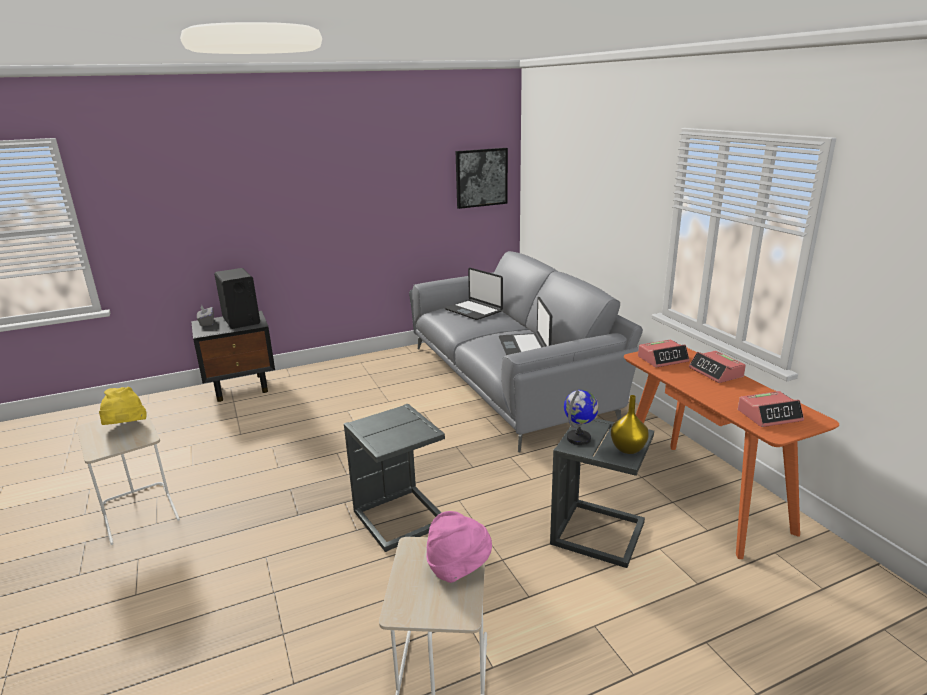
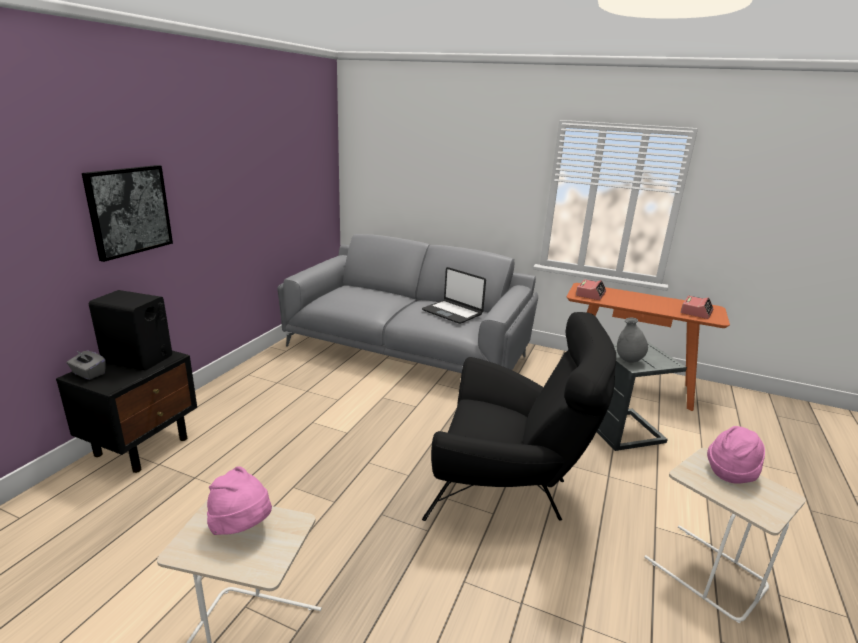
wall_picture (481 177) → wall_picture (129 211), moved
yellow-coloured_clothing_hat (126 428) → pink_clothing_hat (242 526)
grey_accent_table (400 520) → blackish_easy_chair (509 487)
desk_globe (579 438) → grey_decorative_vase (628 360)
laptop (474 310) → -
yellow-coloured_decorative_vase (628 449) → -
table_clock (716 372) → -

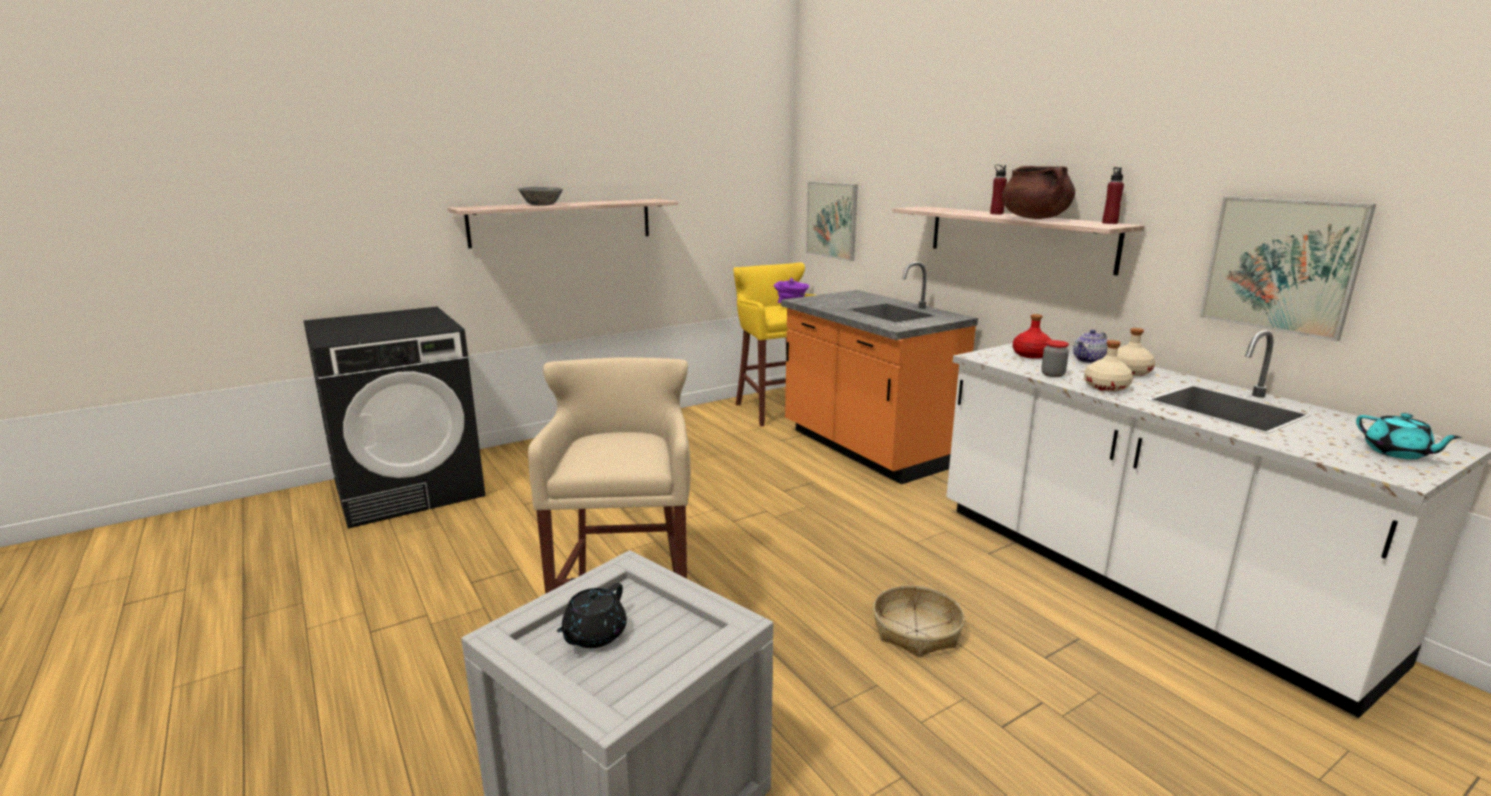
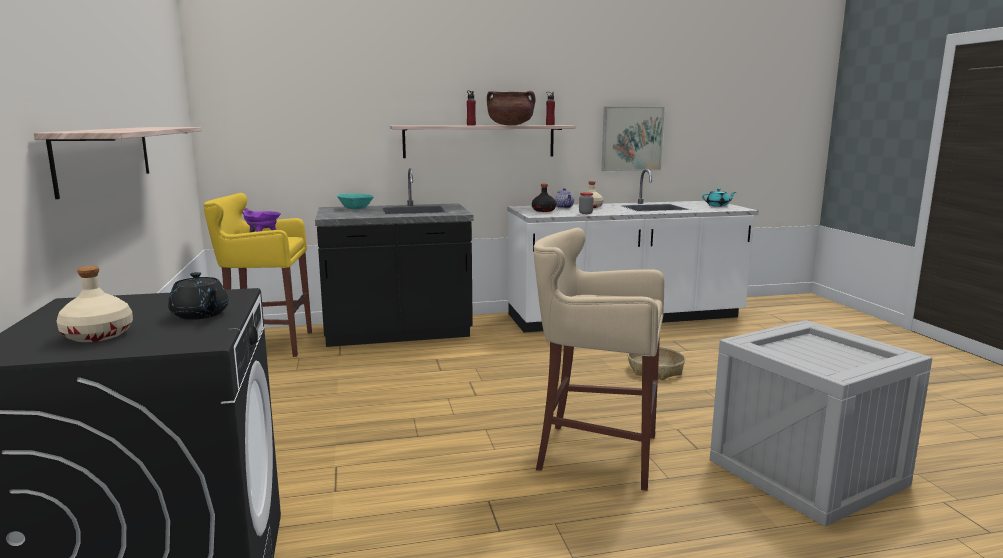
beige_beverage_bottle (1106 387) → beige_beverage_bottle (98 335), moved
blackish_pot_for_tea (593 635) → blackish_pot_for_tea (200 315), moved
orangey_kitchen_counter (866 448) → blackish_kitchen_counter (397 333)
- → blue-green_serving_bowl (355 208)
red_beverage_bottle (1031 355) → blackish_beverage_bottle (544 210)
grey_serving_bowl (541 205) → -
wall_picture (832 220) → -

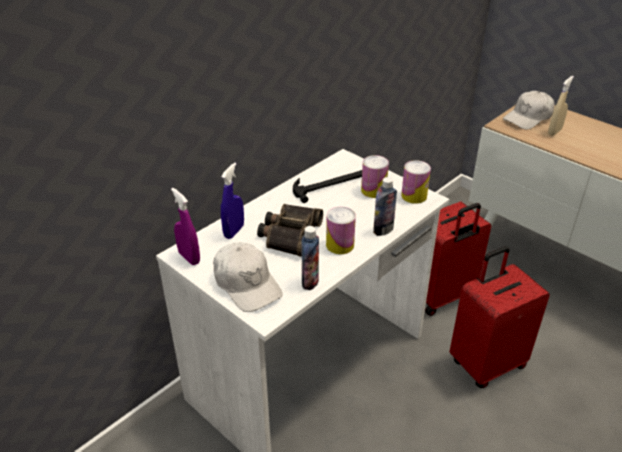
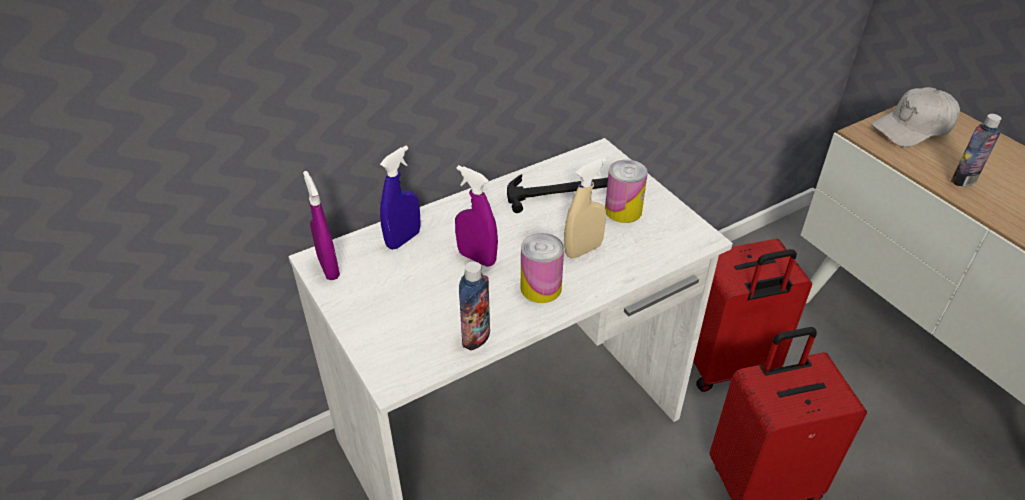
field_glasses (289 234) → purple-coloured_sprayer (477 258)
beige_sprayer (554 131) → beige_sprayer (583 250), moved
beverage_bottle (383 230) → beverage_bottle (963 180), moved
whitish_cap (247 284) → -
can (414 196) → -

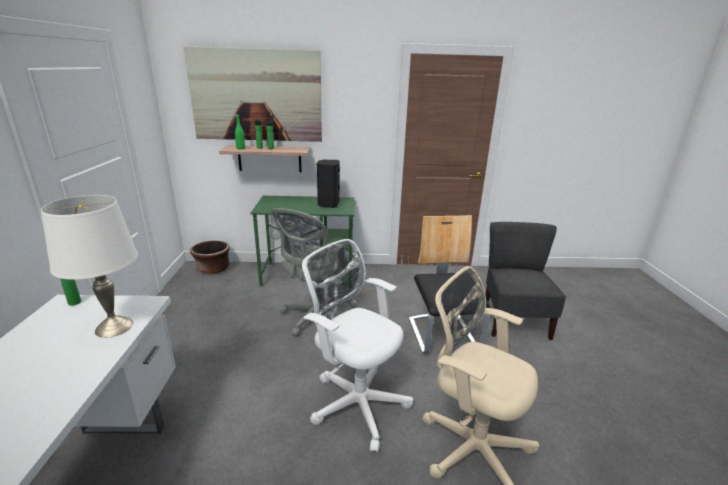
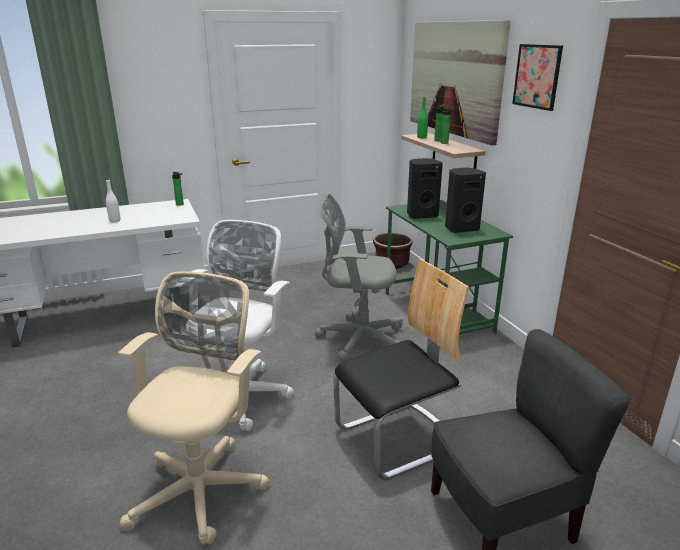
- → whitish_beverage_bottle (115 220)
- → blackish_audio_speaker (421 215)
- → wall_picture (537 76)
whitish_table_lamp (115 327) → -

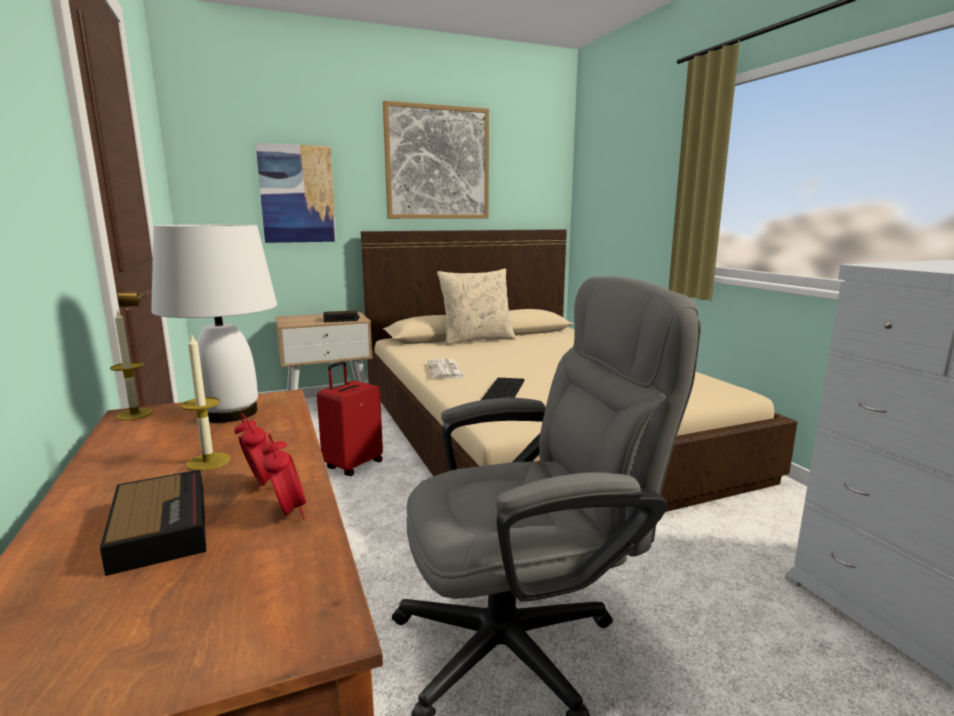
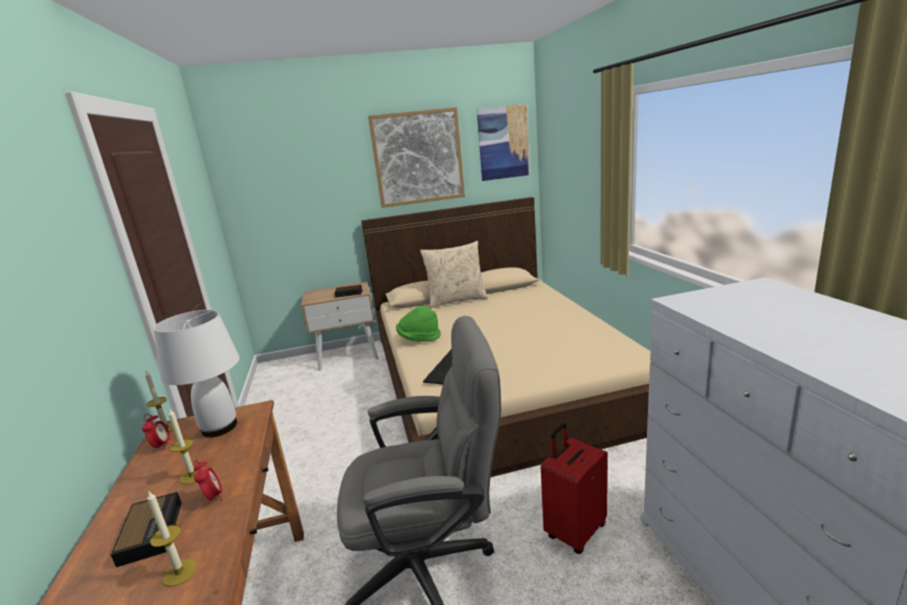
table_clock (288 513) → table_clock (161 446), moved
- → wax_light (180 572)
printed_paper (446 370) → green_clothing_hat (419 338)
wall_picture (297 194) → wall_picture (503 143), moved
red_travel_case (353 465) → red_travel_case (574 531), moved

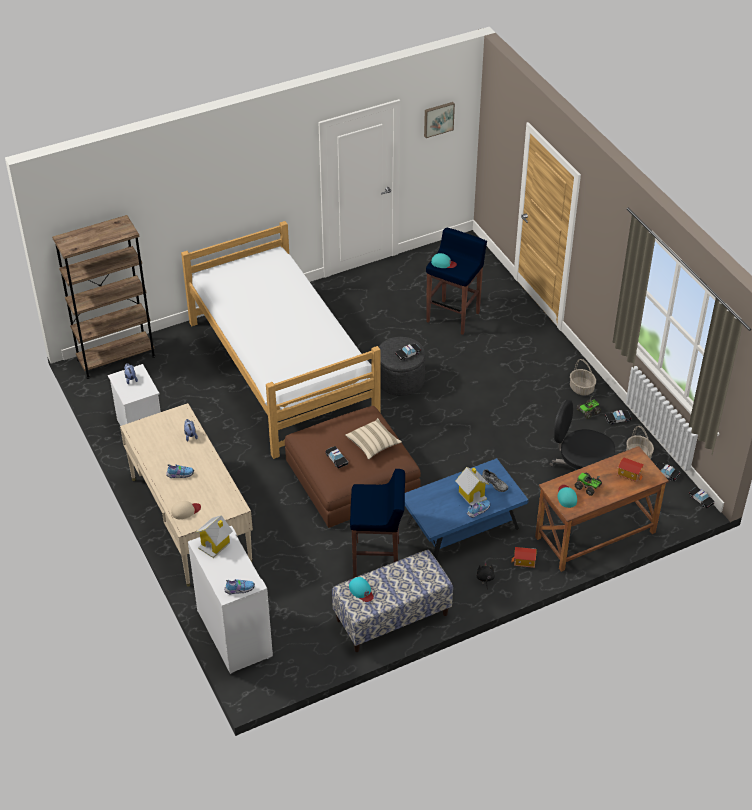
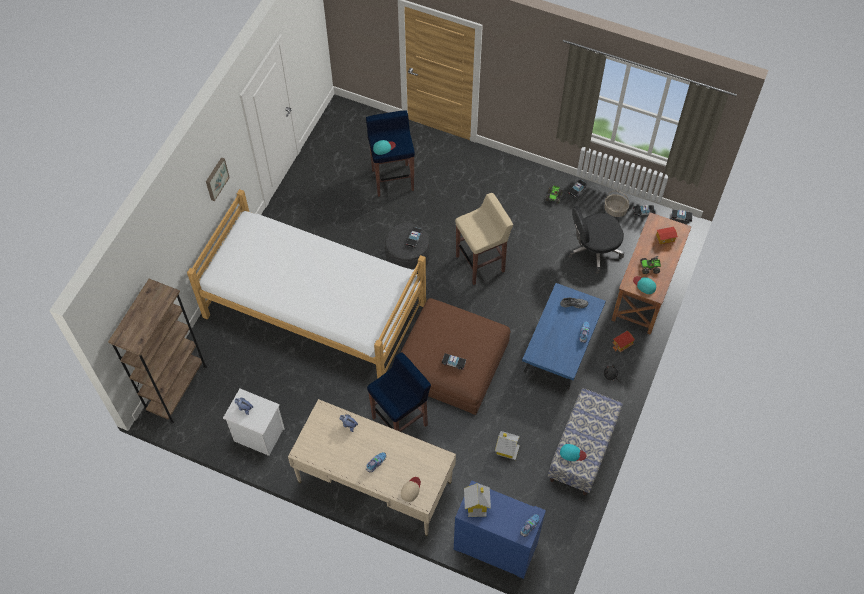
wall_picture (438 119) → wall_picture (216 178), moved
bluish_stool (377 560) → bluish_stool (400 421), moved
whitish_cabinet (233 634) → bluish_cabinet (495 547)
- → beige_stool (481 263)
miniature_house (472 495) → miniature_house (506 449), moved
beige_throw_pillow (373 444) → -
basket (582 388) → -

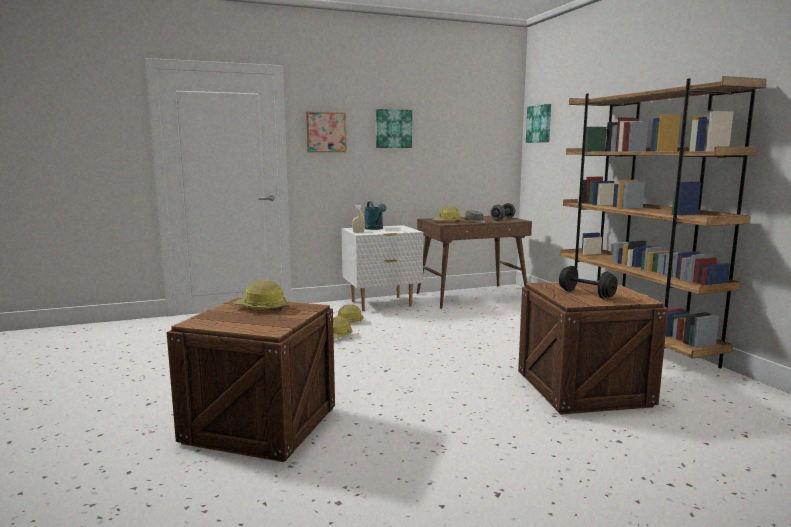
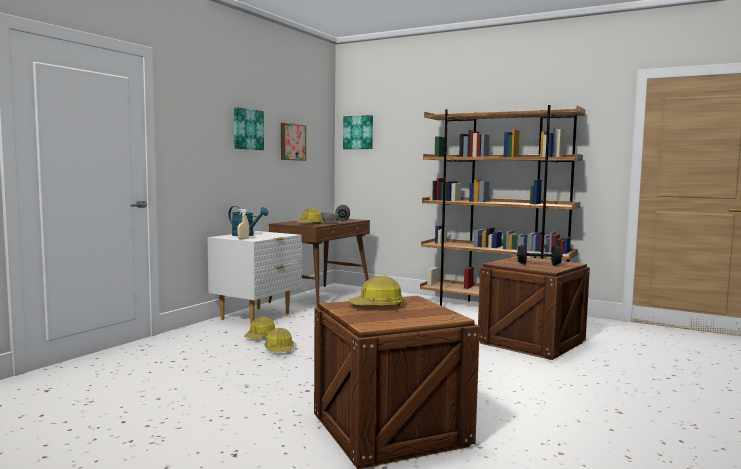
wall_picture (326 132) → wall_picture (292 142), moved

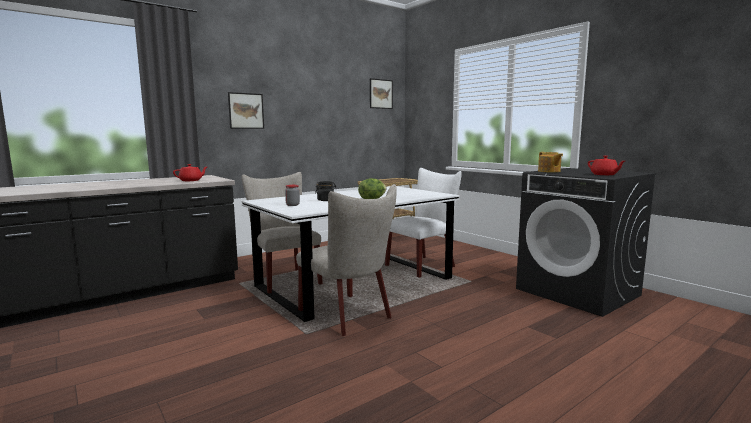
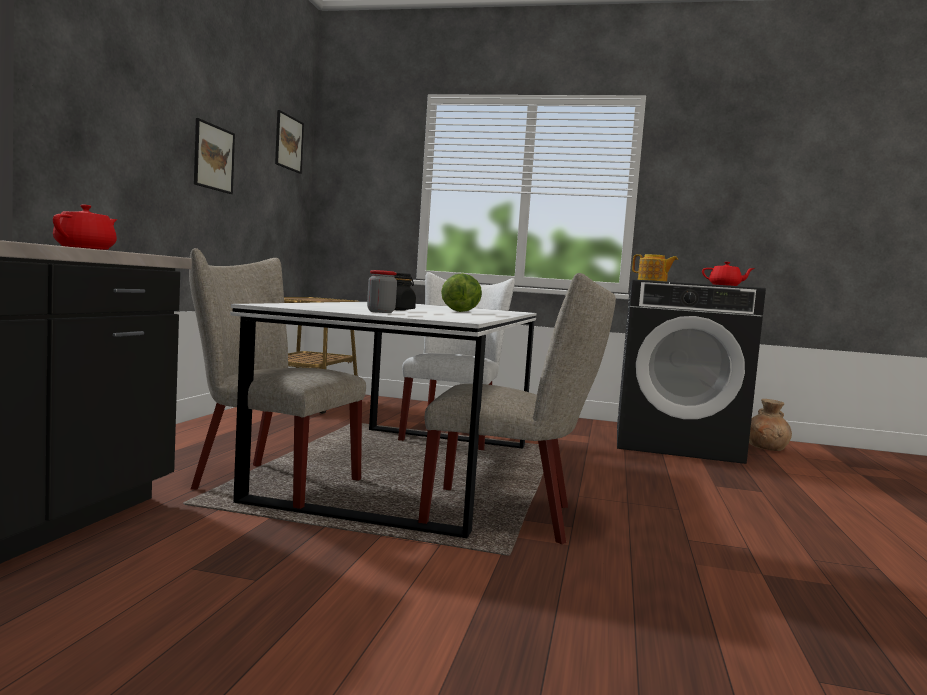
wall_picture (246 111) → wall_picture (213 157), moved
- → brownish_decorative_vase (766 448)

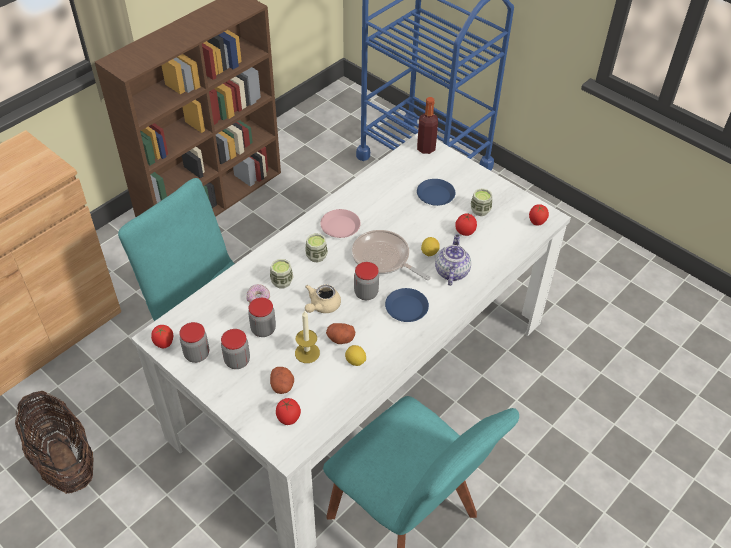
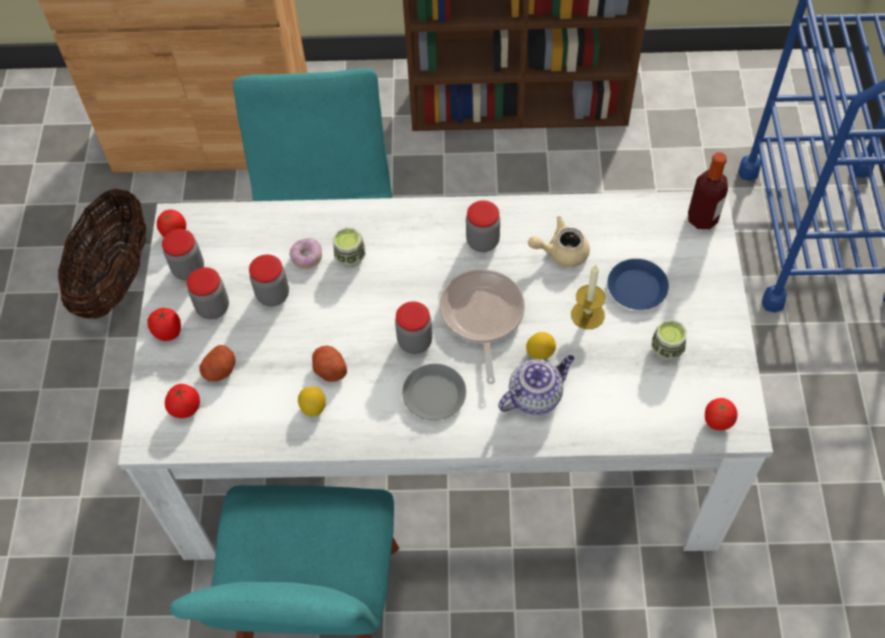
fresh_tomato (464 232) → fresh_tomato (168 332), moved
bluish_plate (407 308) → grey_plate (434 395)
pink_plate (340 226) → storage_jar (482 241)
beige_pot_for_tea (322 306) → beige_pot_for_tea (561 252), moved
wax_light (307 353) → wax_light (587 315), moved
drinking_cup (316 256) → -

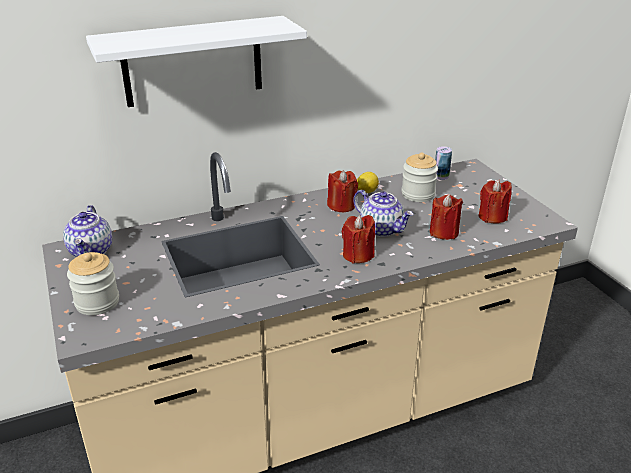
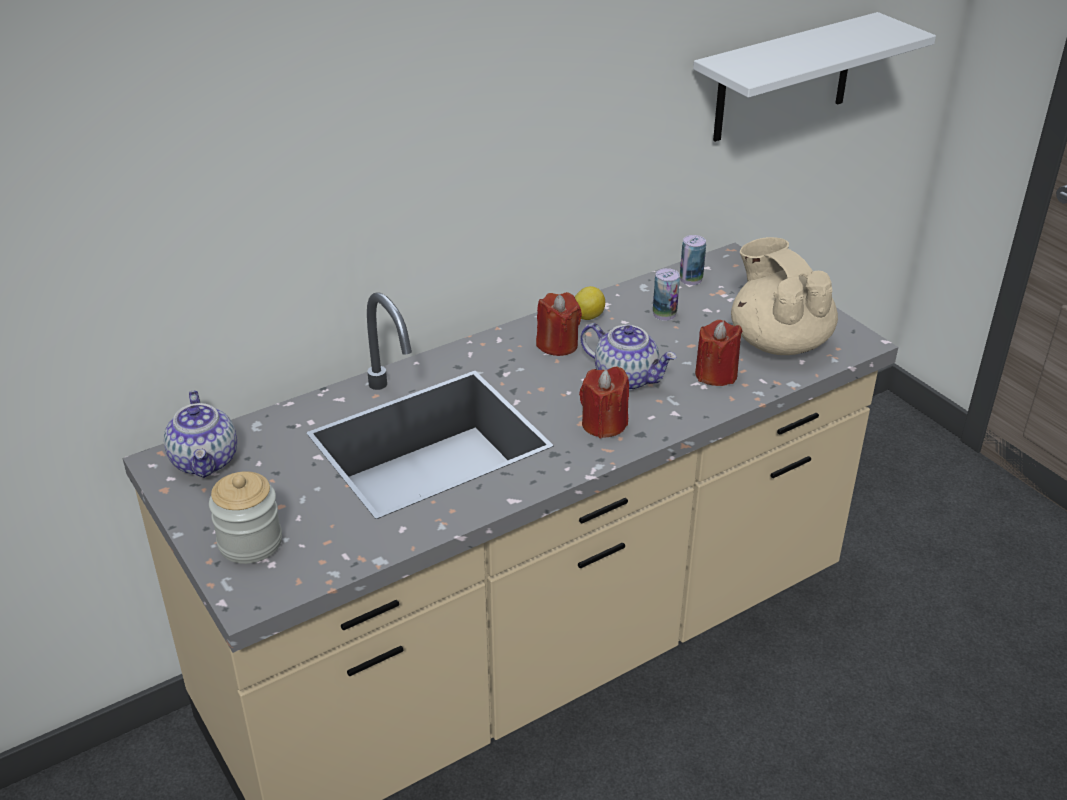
storage_jar (418 194) → can (664 314)
whitish_shelf (193 62) → whitish_shelf (784 78), moved
red_wax_light (492 217) → beige_pot_for_tea (778 342)

